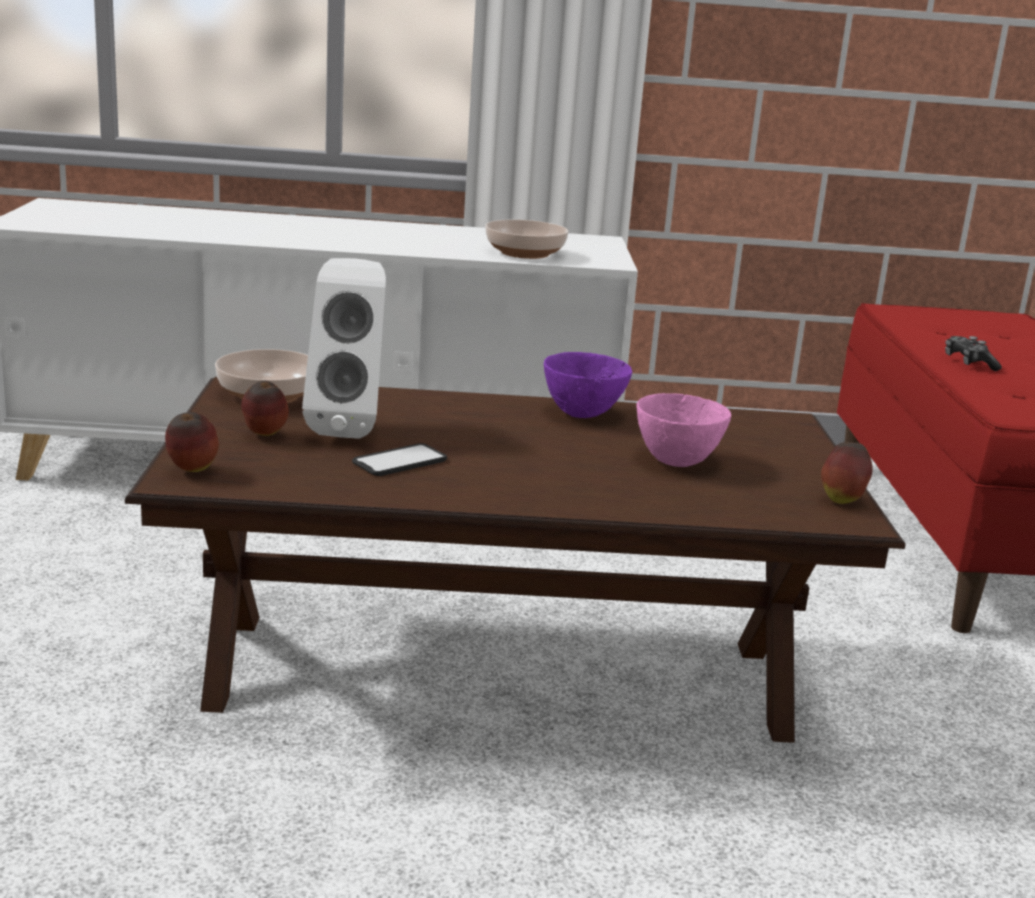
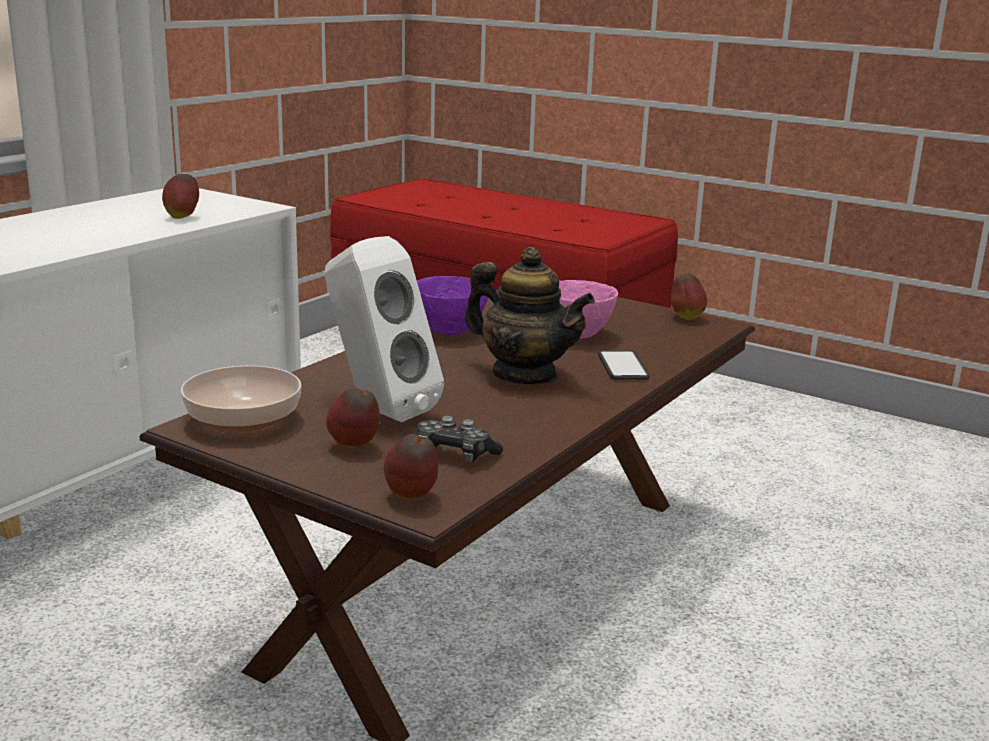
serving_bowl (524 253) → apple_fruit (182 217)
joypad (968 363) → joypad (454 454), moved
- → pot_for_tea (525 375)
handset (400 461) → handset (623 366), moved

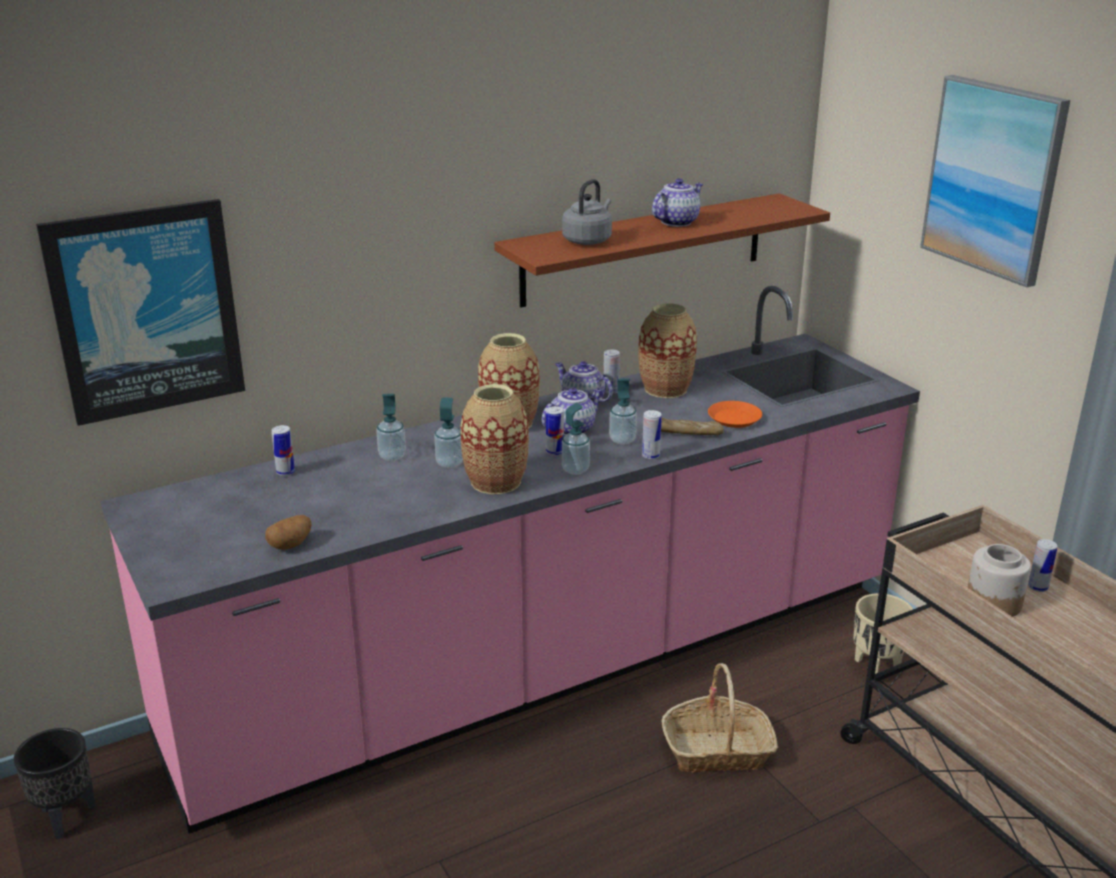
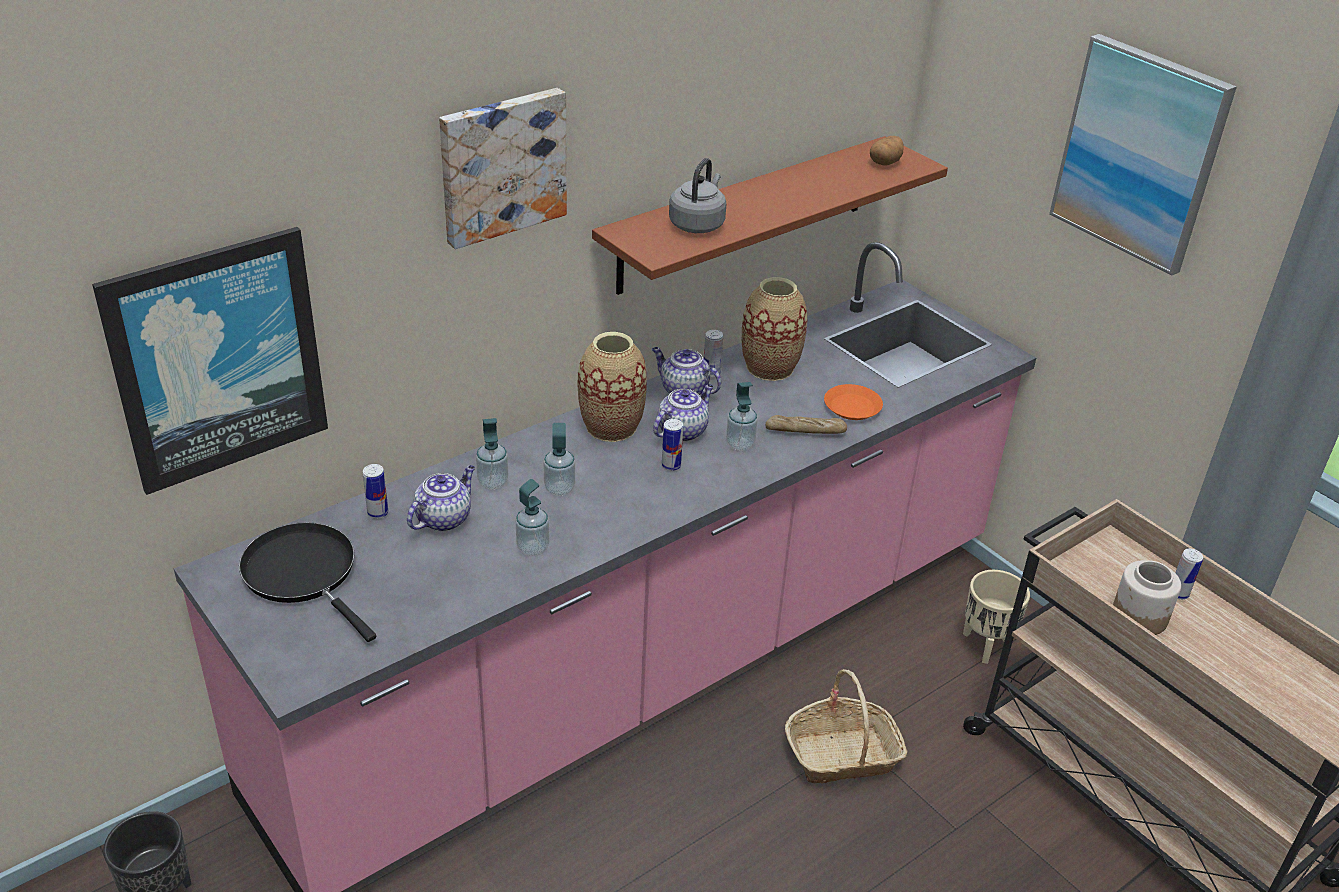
- → blackish_pan (304 574)
pot_for_tea (677 222) → pot_for_tea (444 518), moved
- → wall_picture (501 165)
liquid_soap_bottle (575 470) → liquid_soap_bottle (532 548), moved
spud (290 545) → spud (885 162), moved
decorative_vase (495 482) → -
can (650 456) → -

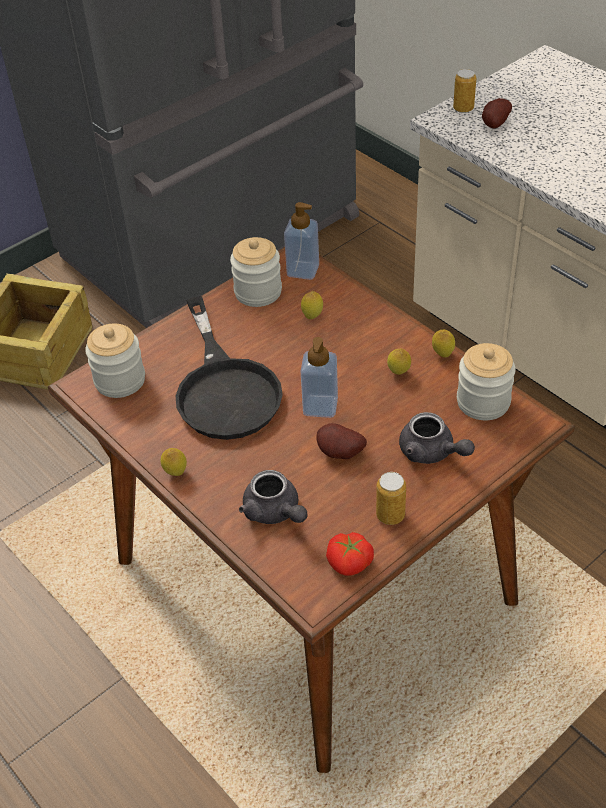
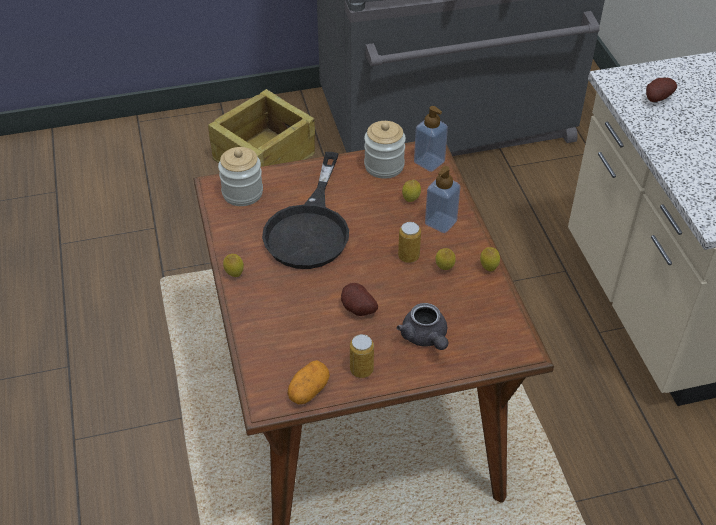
fresh_tomato (350 563) → spud (308 390)
can (463 108) → can (408 256), moved
liquid_soap_bottle (320 406) → liquid_soap_bottle (440 222), moved
grey_pot_for_tea (275 512) → -
storage_jar (483 402) → -

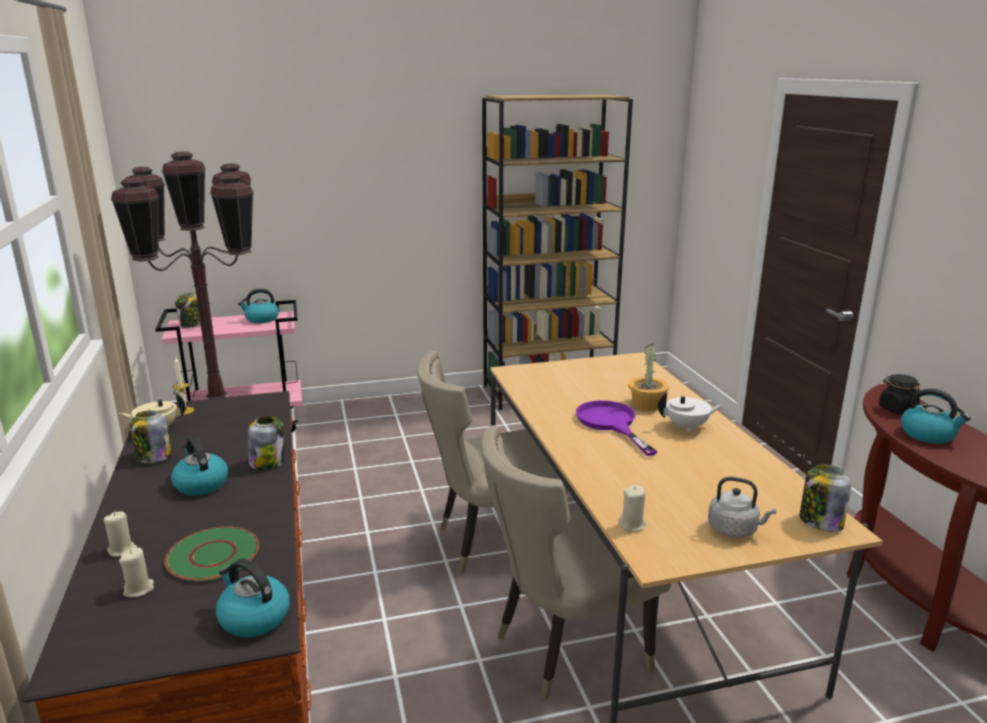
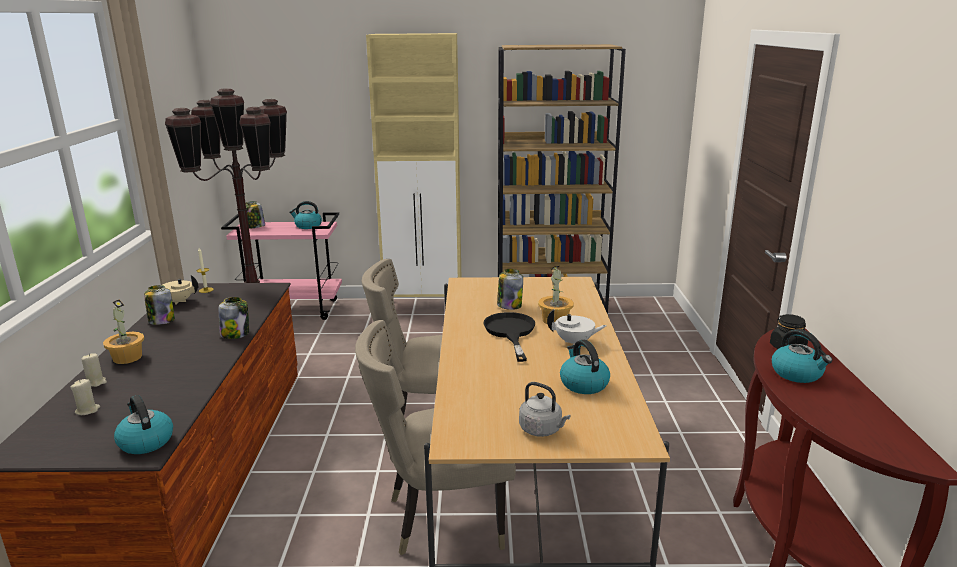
- → potted_plant (127 357)
- → beige_cabinet (424 306)
purple-coloured_pan (611 423) → blackish_pan (510 332)
storage_jar (820 521) → storage_jar (509 305), moved
kettle (201 484) → kettle (583 384), moved
green_plate (213 555) → -
beige_wax_light (632 525) → -

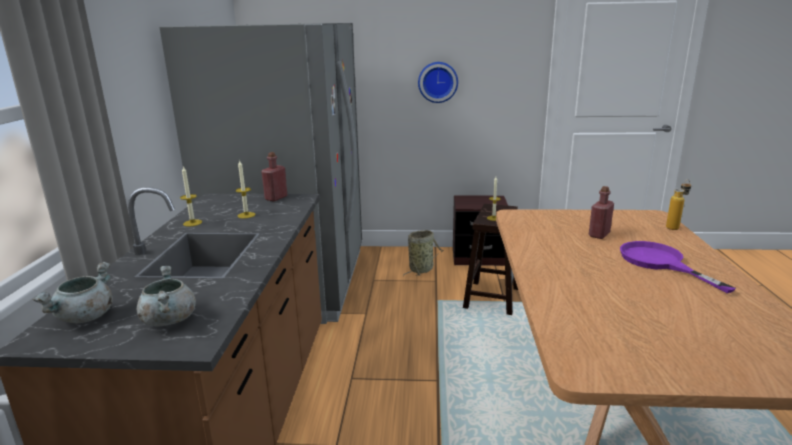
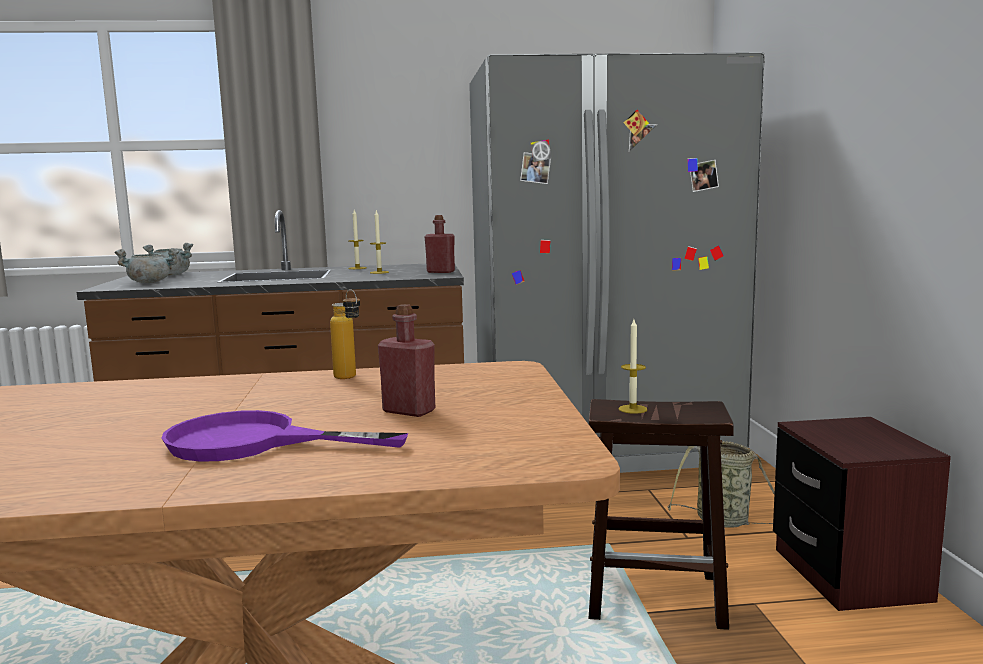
purple-coloured_pan (659 262) → purple-coloured_pan (253 442), 135 degrees counterclockwise
beverage_bottle (675 227) → beverage_bottle (350 378), moved
wall_clock (438 82) → -

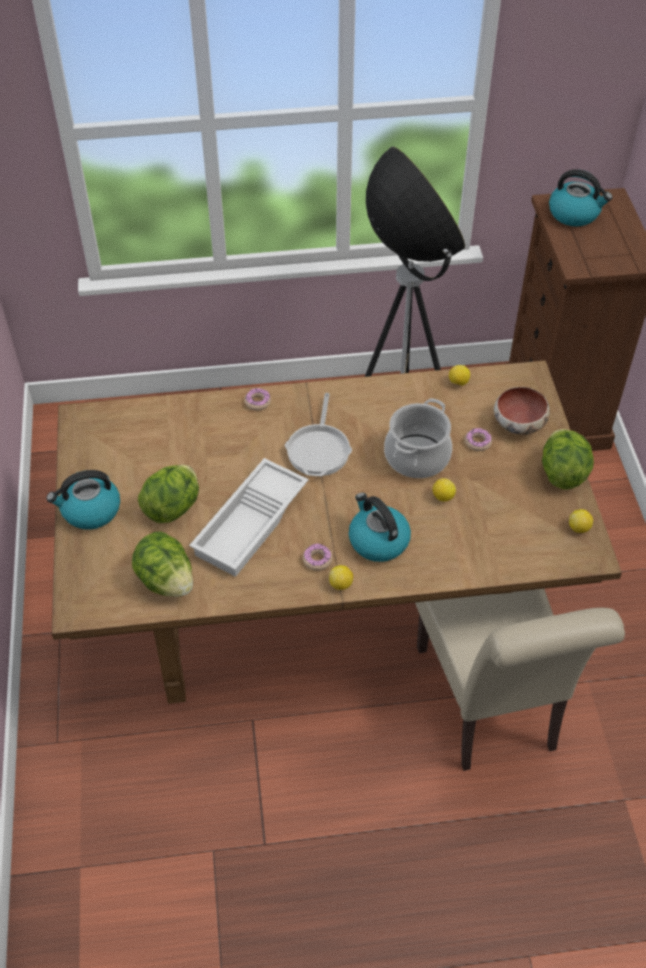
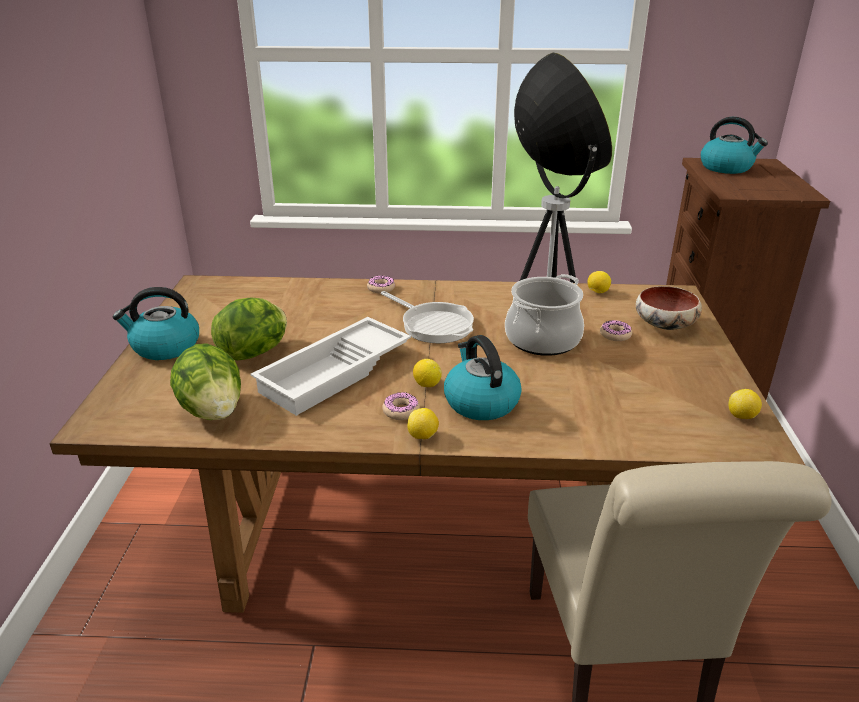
pan (319 449) → pan (434 325), 60 degrees counterclockwise
citrus_fruit (442 497) → citrus_fruit (426 384), moved
lettuce_head (562 472) → -

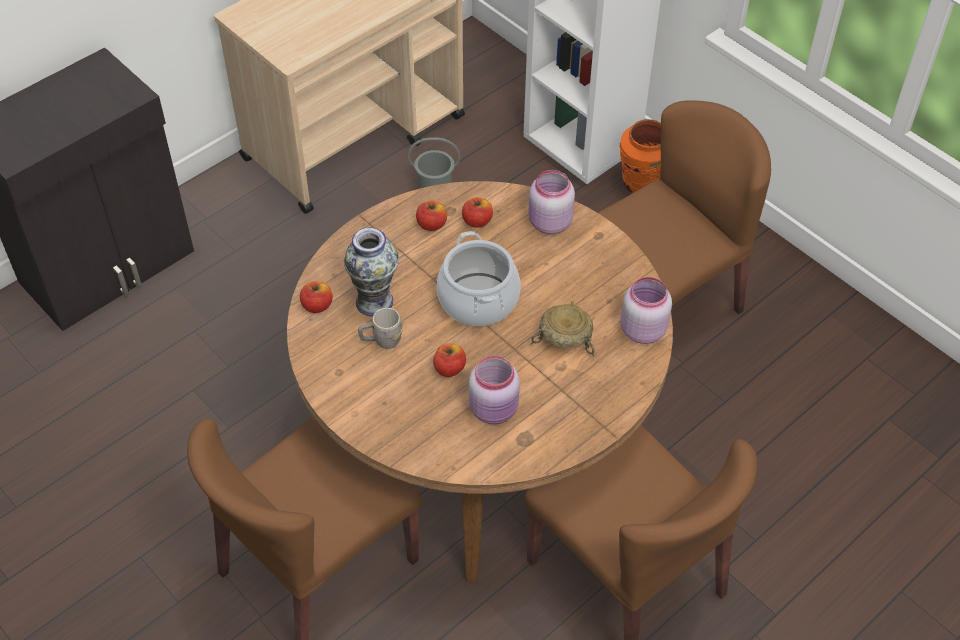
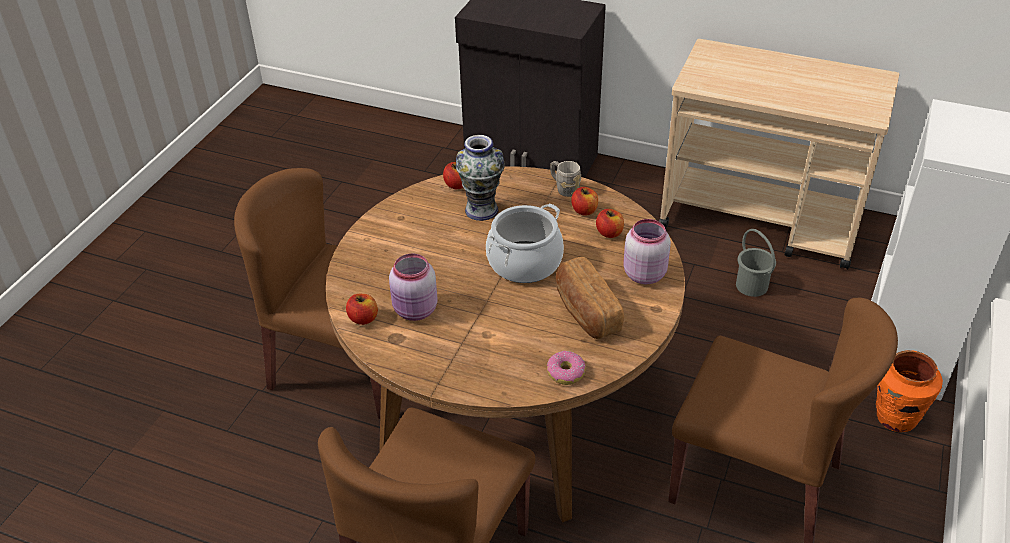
apple_fruit (449 368) → apple_fruit (363 318), moved
pink_storage_jar (641 330) → doughnut (565 372)
grey_tea_mug (381 341) → grey_tea_mug (564 188), moved
- → bread (586 311)
beige_serving_bowl (565 338) → -

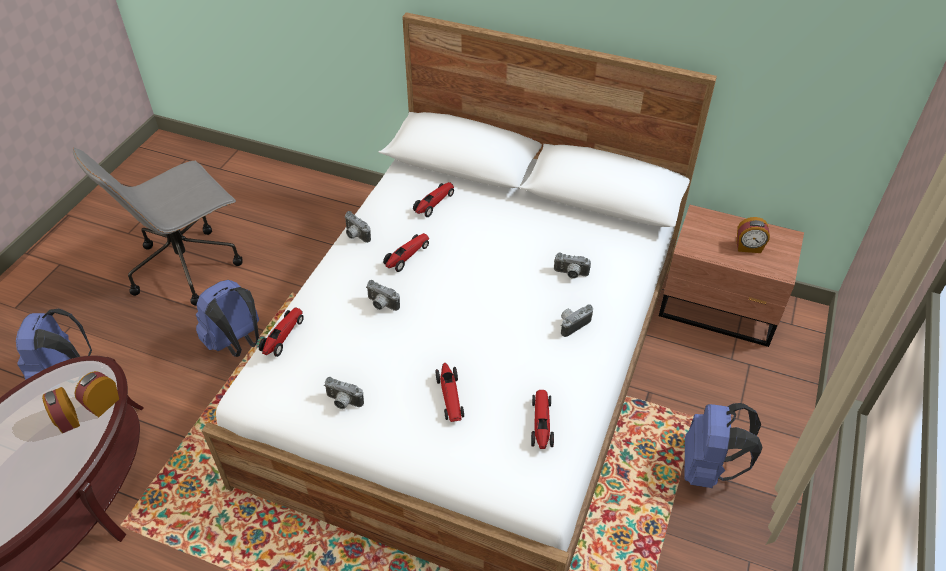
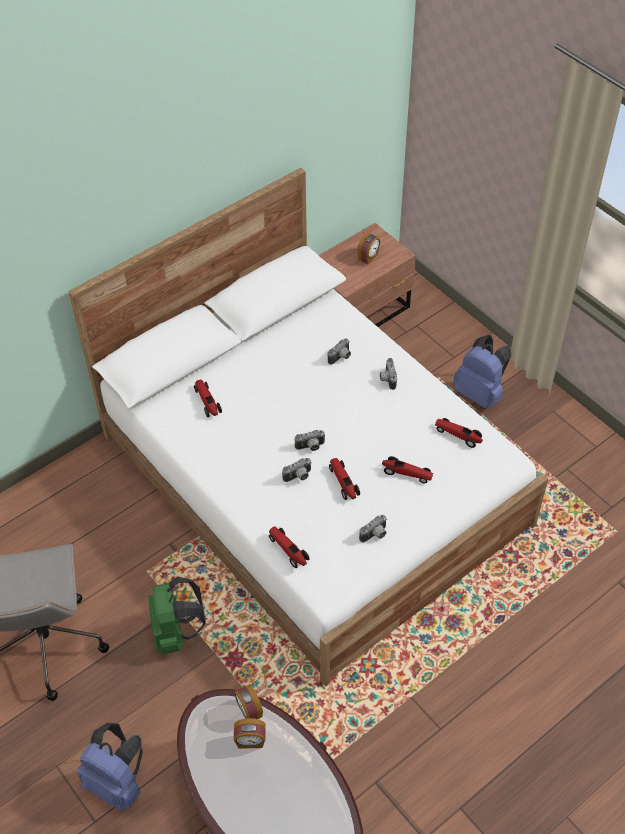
bluish_backpack (236 343) → green_backpack (176 632)
photo_camera (355 235) → photo_camera (310 447), moved
miniature_car (407 256) → miniature_car (344 482), moved

